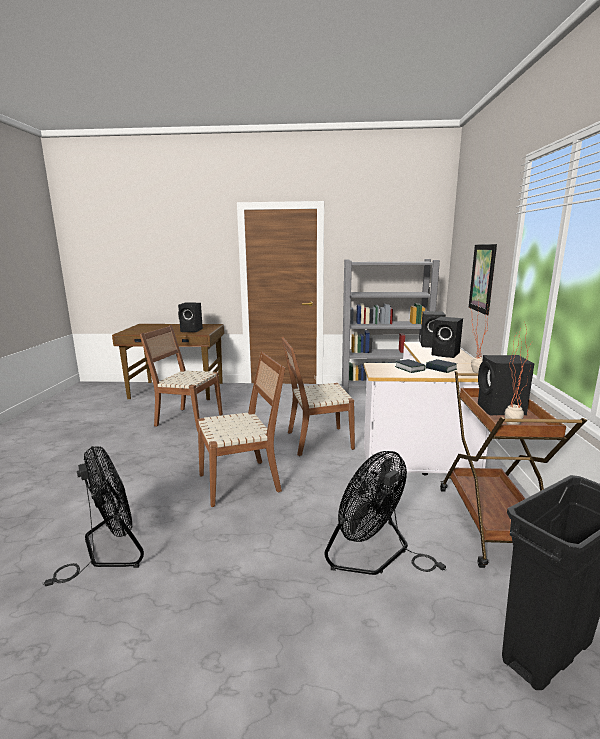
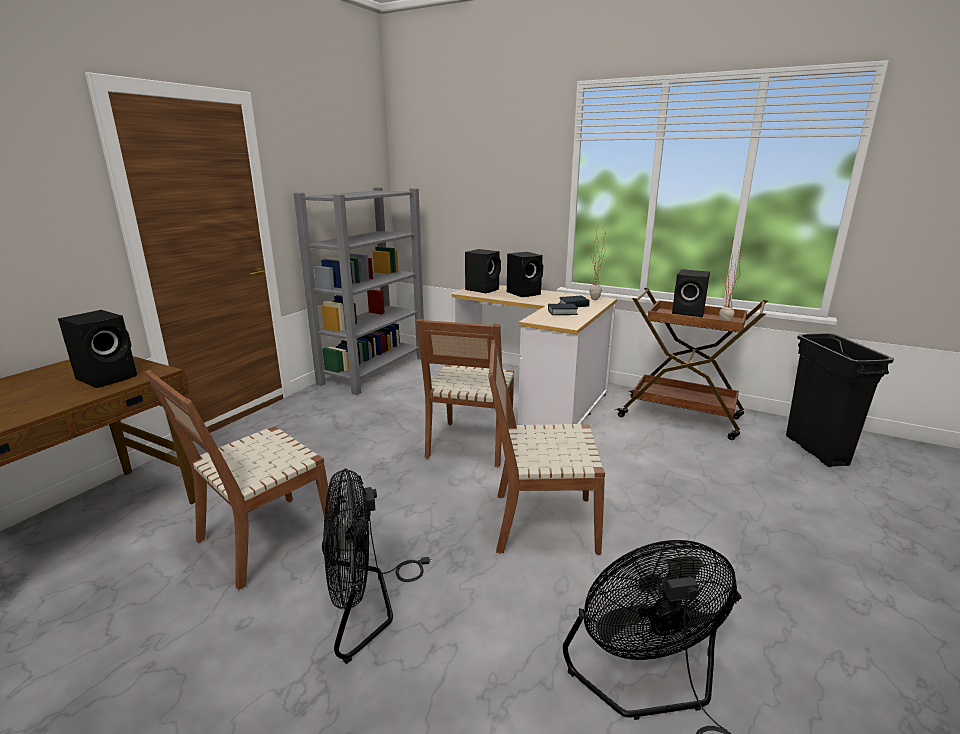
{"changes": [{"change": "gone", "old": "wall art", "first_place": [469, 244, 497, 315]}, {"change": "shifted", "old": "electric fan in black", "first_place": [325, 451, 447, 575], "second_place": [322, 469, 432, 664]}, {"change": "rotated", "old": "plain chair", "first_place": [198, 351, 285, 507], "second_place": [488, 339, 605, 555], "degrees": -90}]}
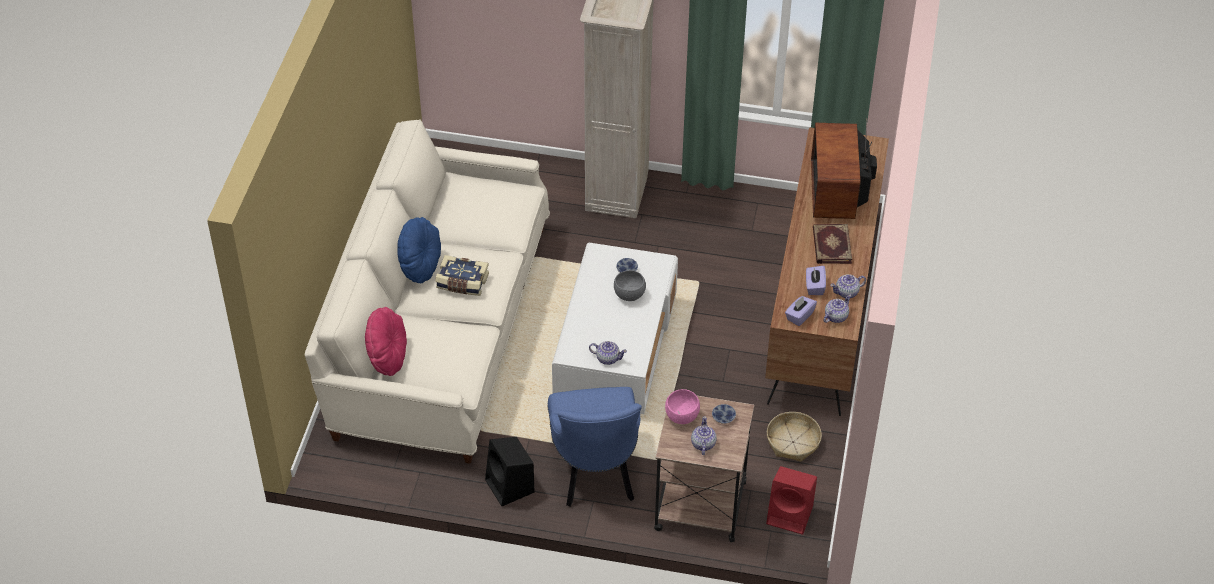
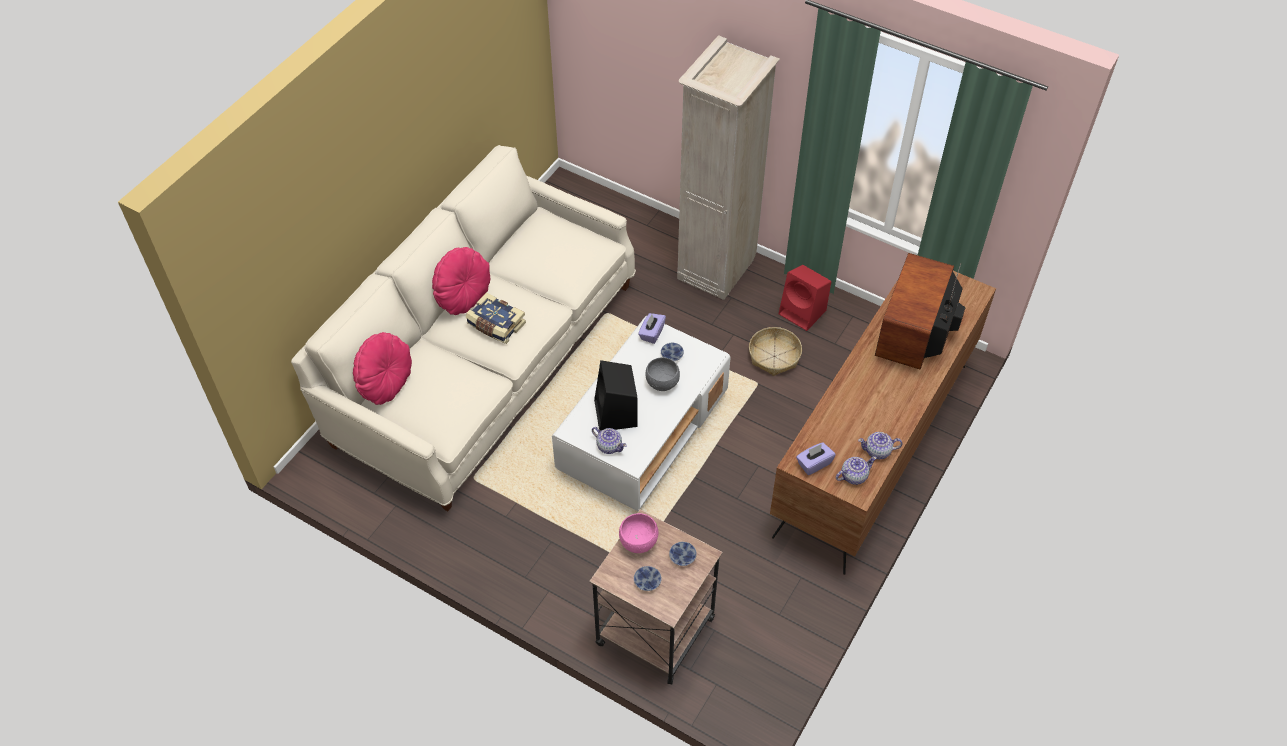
{"changes": [{"change": "gone", "old": "lounge chair in blue-coloured", "first_place": [547, 387, 642, 506]}, {"change": "gone", "old": "volume", "first_place": [813, 224, 852, 264]}, {"change": "shifted", "old": "audio speaker in black", "first_place": [485, 437, 535, 506], "second_place": [594, 360, 638, 431]}, {"change": "shifted", "old": "audio speaker in reddish", "first_place": [766, 466, 817, 535], "second_place": [779, 265, 831, 331]}, {"change": "shifted", "old": "basket", "first_place": [767, 412, 822, 462], "second_place": [749, 327, 802, 376]}, {"change": "shifted", "old": "box of tissues in purplish", "first_place": [806, 266, 826, 295], "second_place": [638, 313, 666, 344]}, {"change": "swapped", "old": "tea pot", "new": "deep dish", "first_place": [691, 416, 717, 455], "second_place": [634, 566, 662, 591]}, {"change": "repainted", "old": "throw pillow in blue-coloured", "new": "throw pillow in pink-coloured", "first_place": [397, 217, 441, 283], "second_place": [432, 247, 490, 315]}]}
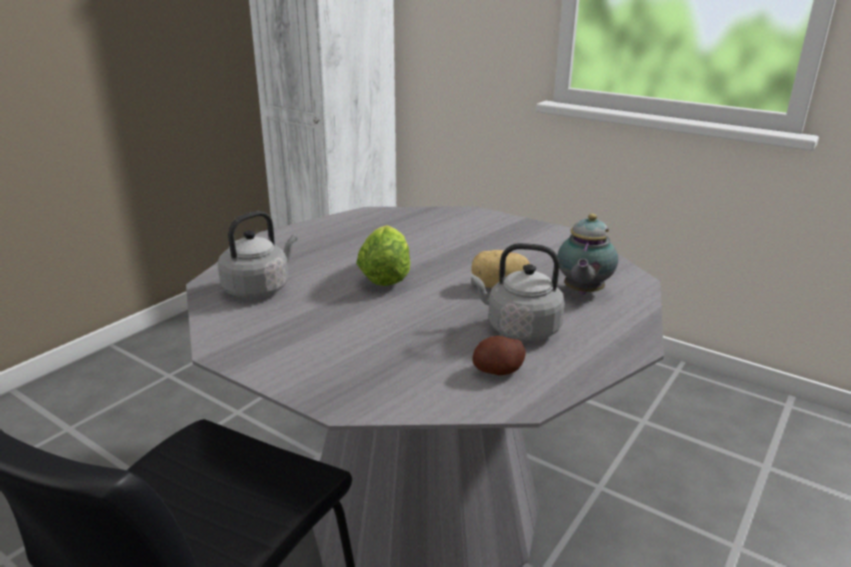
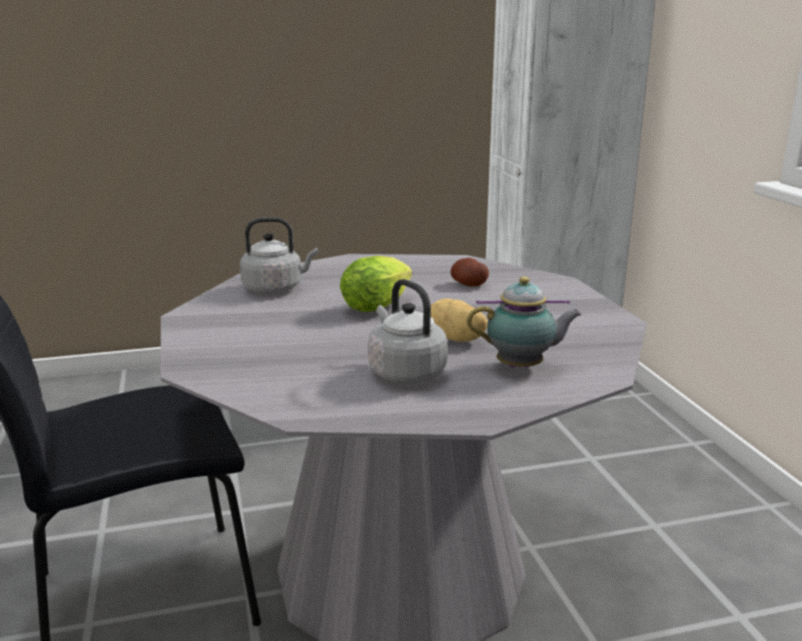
{"changes": [{"change": "shifted", "old": "spud", "first_place": [472, 336, 525, 375], "second_place": [451, 258, 489, 287]}, {"change": "rotated", "old": "tea pot", "first_place": [557, 214, 618, 295], "second_place": [467, 276, 582, 368], "degrees": -150}]}
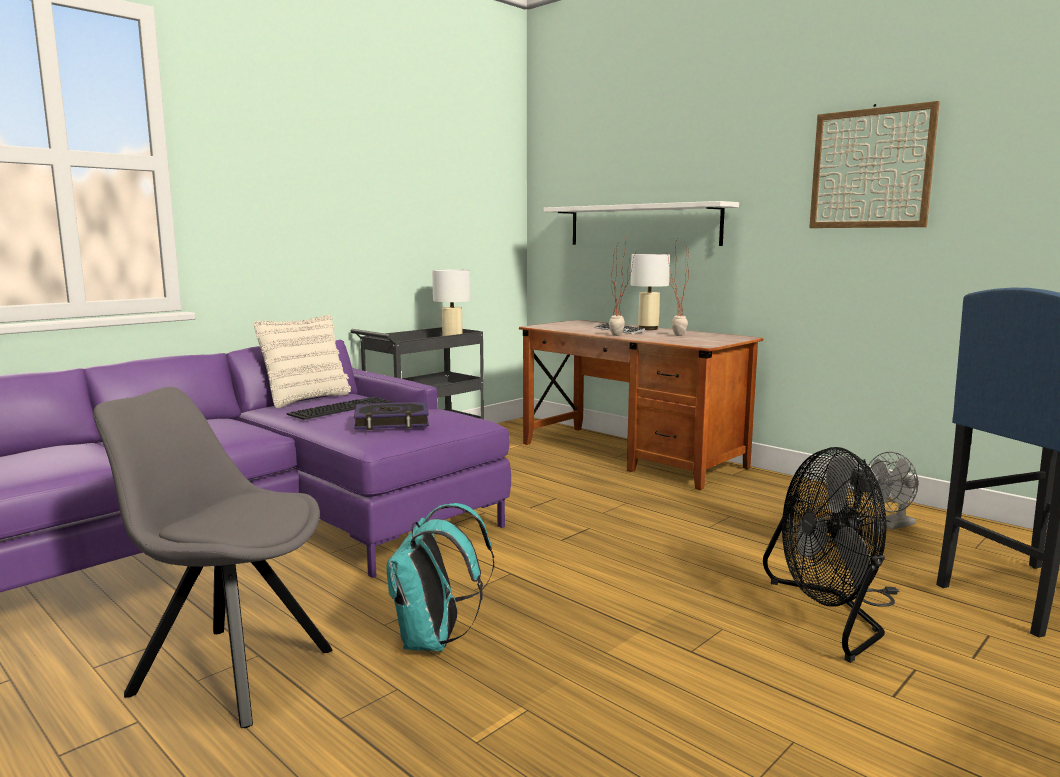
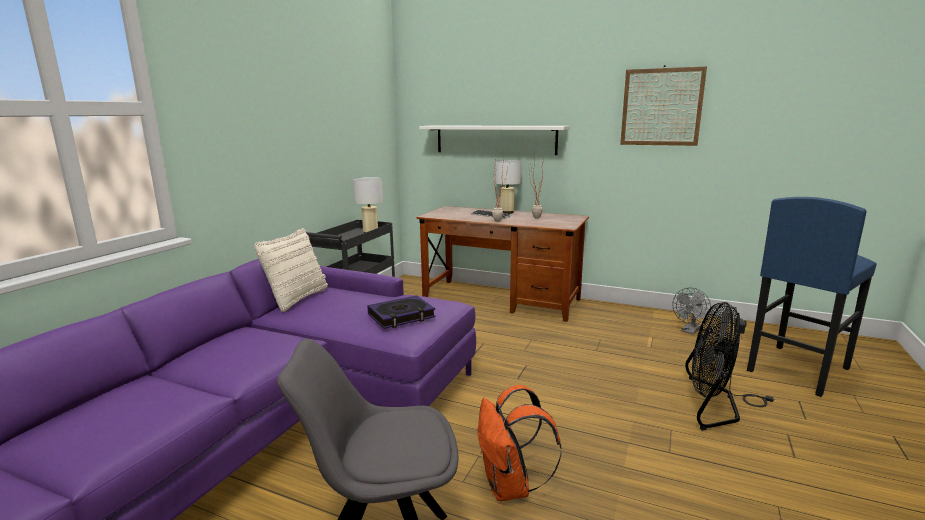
{"changes": [{"change": "gone", "old": "PC keyboard", "first_place": [286, 397, 391, 420]}, {"change": "repainted", "old": "knapsack in blue-green", "new": "knapsack in orange", "first_place": [387, 503, 494, 651], "second_place": [477, 385, 562, 501]}, {"change": "rotated", "old": "electric fan in black", "first_place": [763, 447, 900, 663], "second_place": [685, 302, 776, 431], "degrees": 45}]}
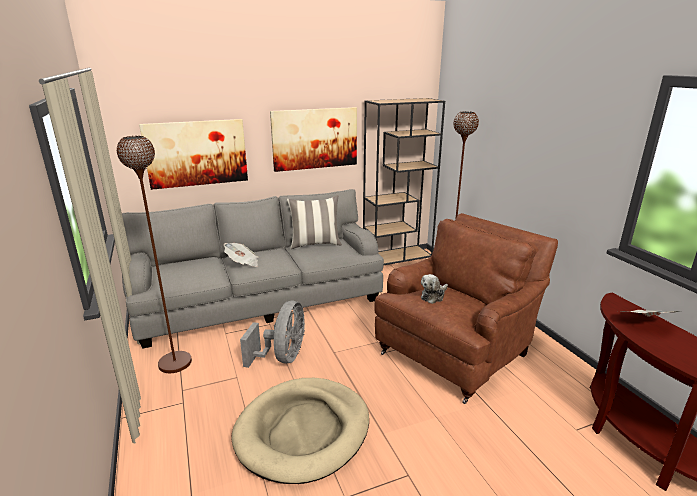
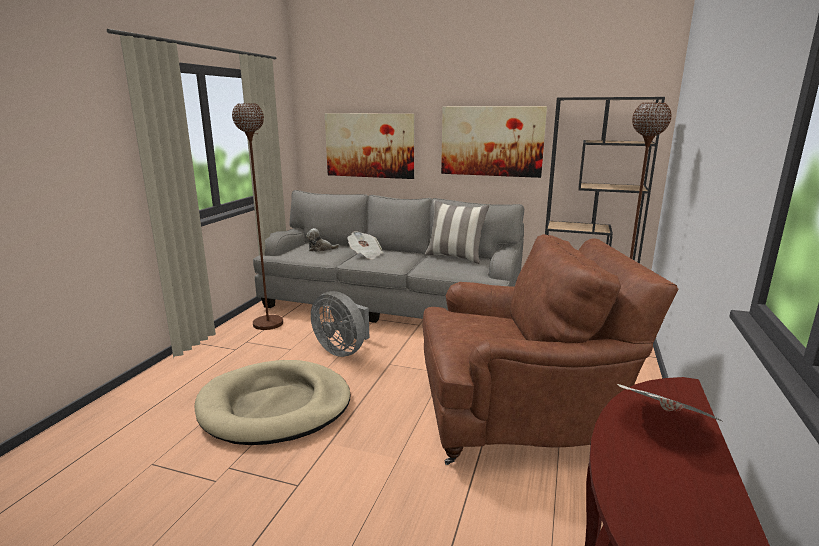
{"changes": [{"change": "shifted", "old": "plush toy", "first_place": [421, 274, 448, 304], "second_place": [306, 228, 339, 252]}, {"change": "rotated", "old": "electric fan in grey", "first_place": [240, 301, 305, 368], "second_place": [311, 291, 369, 357], "degrees": 75}]}
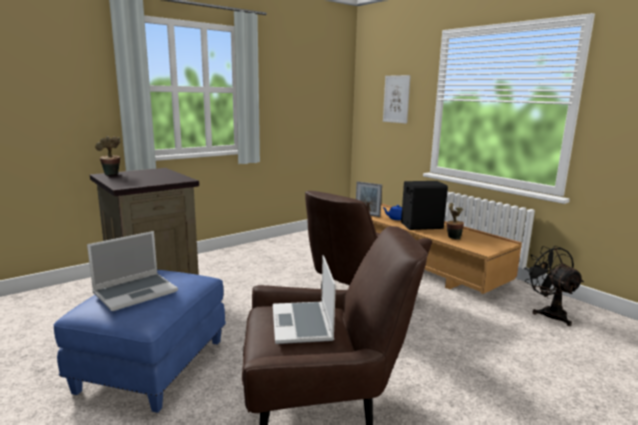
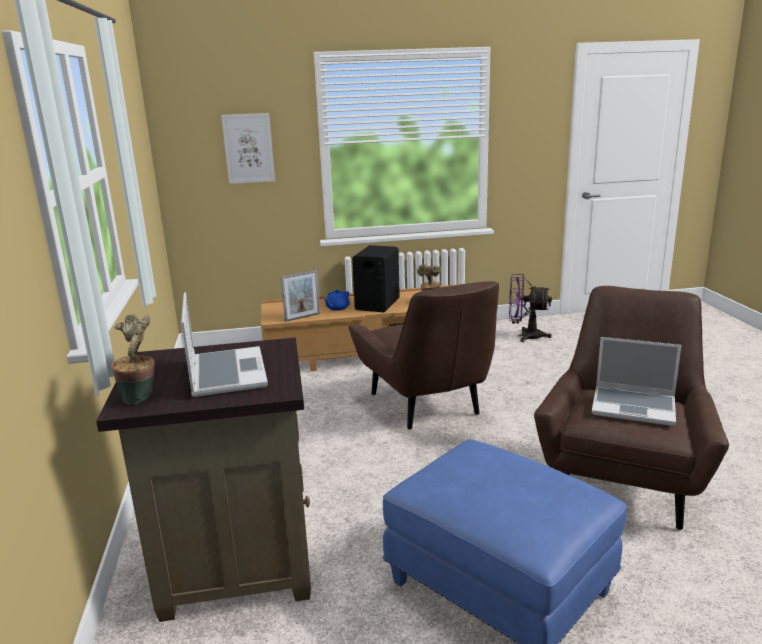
{"changes": [{"change": "shifted", "old": "notebook computer", "first_place": [87, 231, 178, 311], "second_place": [181, 292, 268, 397]}, {"change": "repainted", "old": "electric fan in black", "new": "electric fan in purplish", "first_place": [524, 246, 584, 326], "second_place": [509, 274, 552, 342]}]}
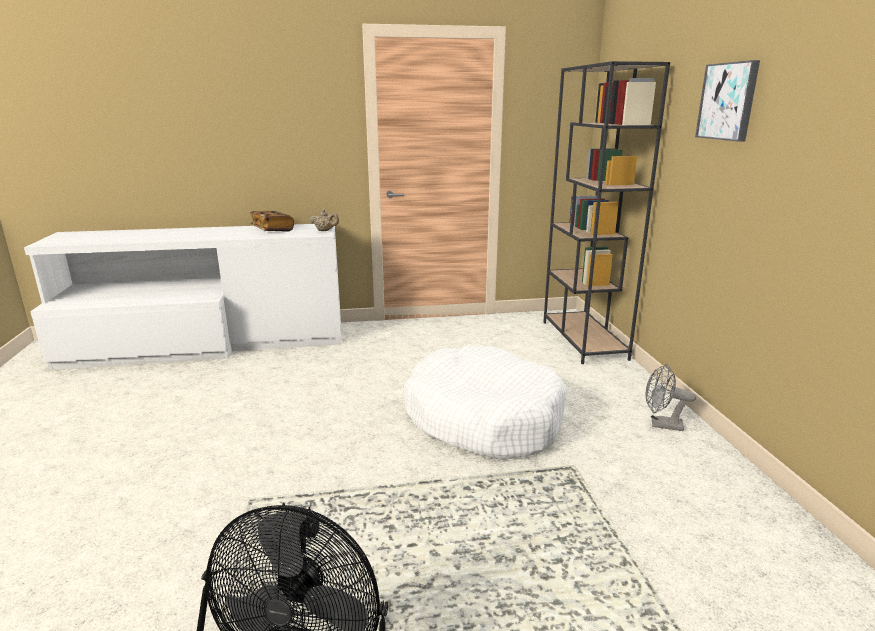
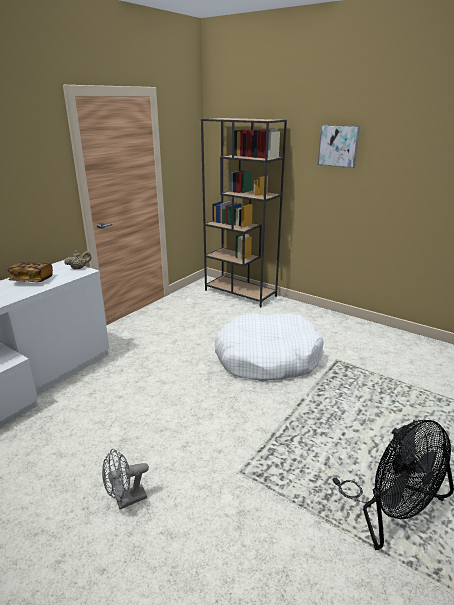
{"changes": [{"change": "shifted", "old": "electric fan in grey", "first_place": [646, 364, 696, 431], "second_place": [102, 449, 149, 509]}]}
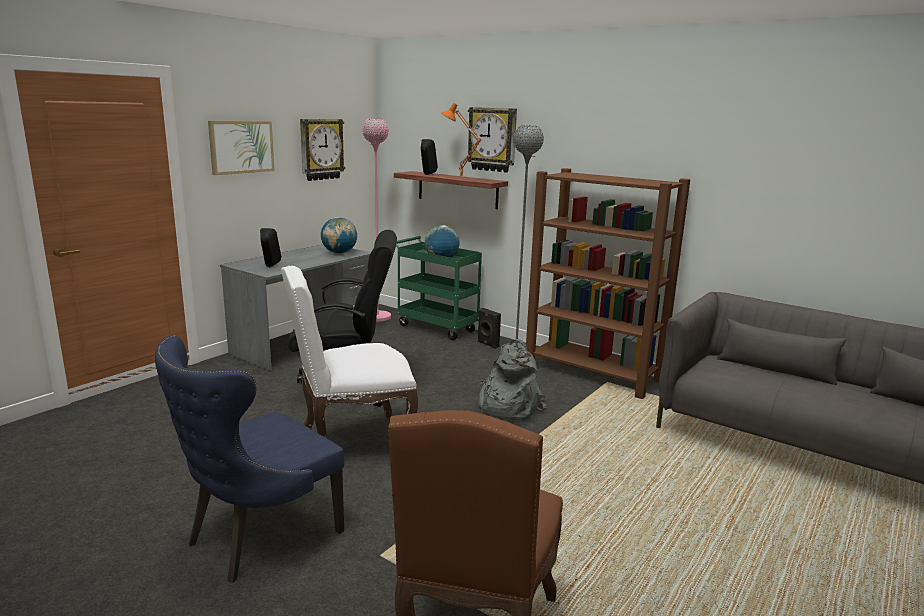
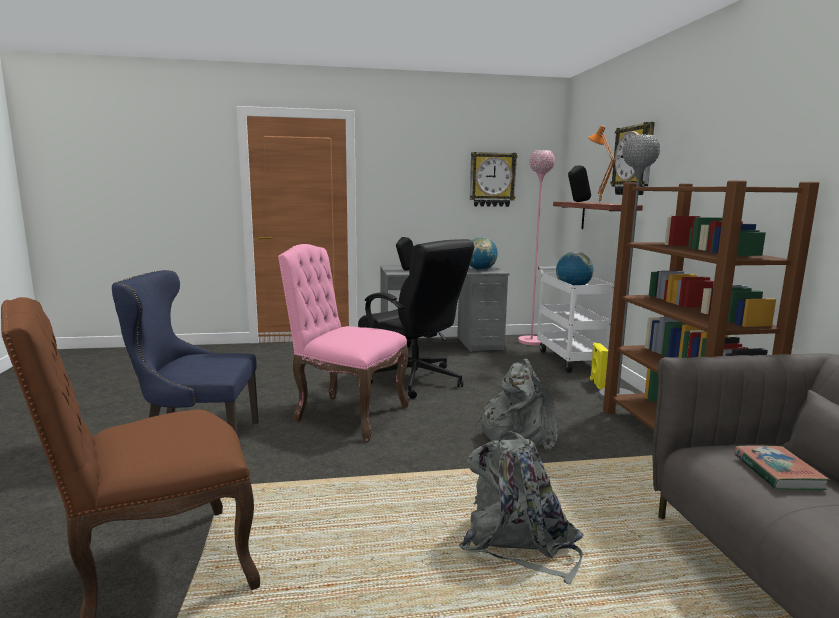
{"changes": [{"change": "gone", "old": "wall art", "first_place": [208, 121, 275, 175]}, {"change": "new", "new": "knapsack in grey", "second_place": [459, 431, 583, 584]}, {"change": "new", "new": "volume", "second_place": [734, 445, 830, 490]}, {"change": "repainted", "old": "plain chair in white", "new": "plain chair in pink-coloured", "first_place": [281, 266, 418, 438], "second_place": [278, 244, 409, 442]}, {"change": "repainted", "old": "trolley in green", "new": "trolley in white", "first_place": [396, 236, 482, 340], "second_place": [537, 267, 614, 373]}, {"change": "repainted", "old": "audio speaker in black", "new": "audio speaker in yellow-coloured", "first_place": [477, 308, 501, 349], "second_place": [590, 343, 608, 389]}]}
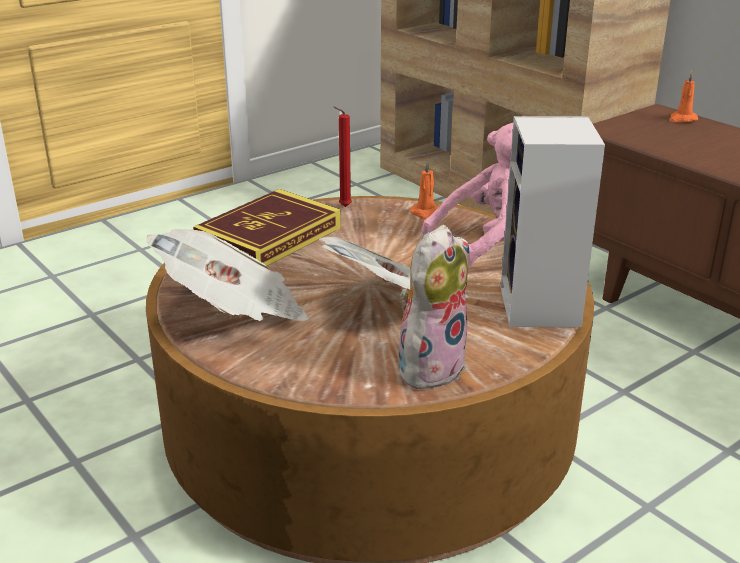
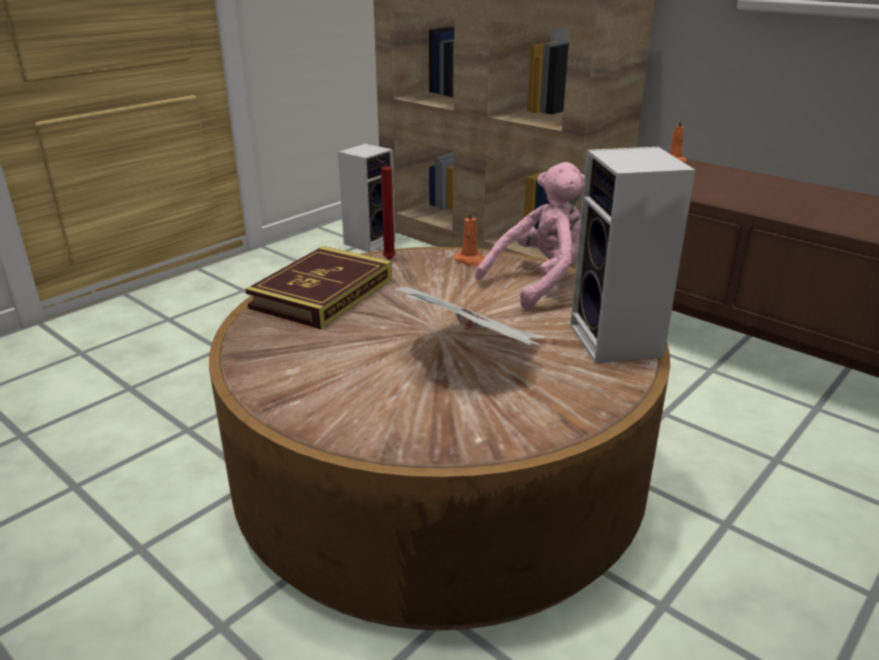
{"changes": [{"change": "gone", "old": "daily paper", "first_place": [146, 229, 309, 321]}, {"change": "gone", "old": "plush toy", "first_place": [399, 225, 470, 389]}, {"change": "new", "new": "audio speaker", "second_place": [338, 143, 395, 252]}]}
